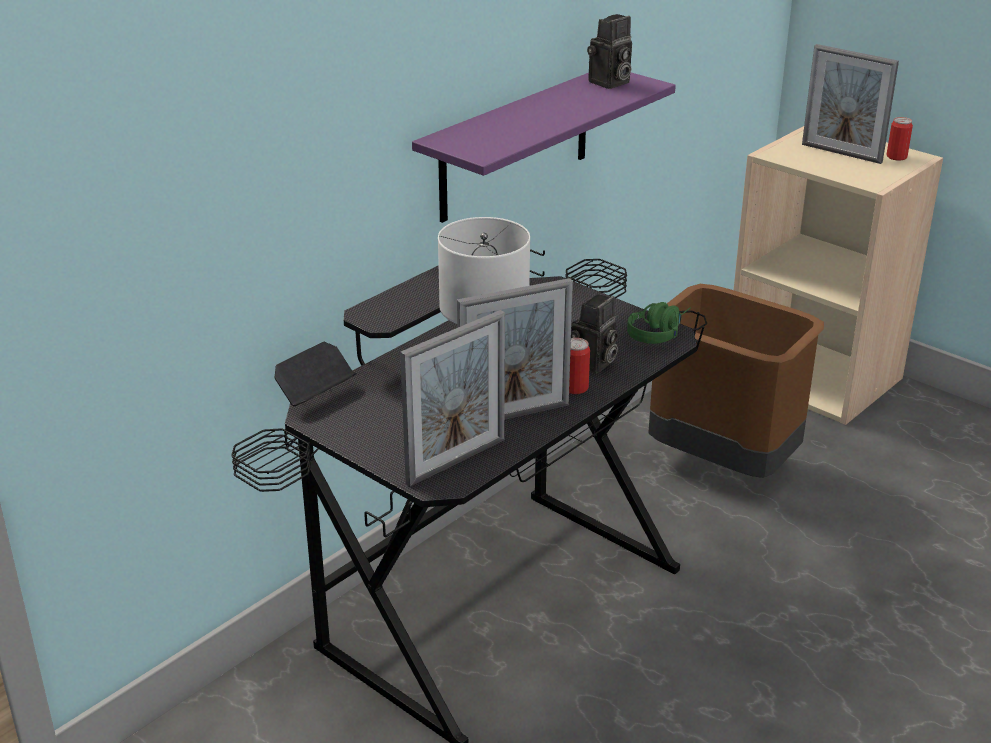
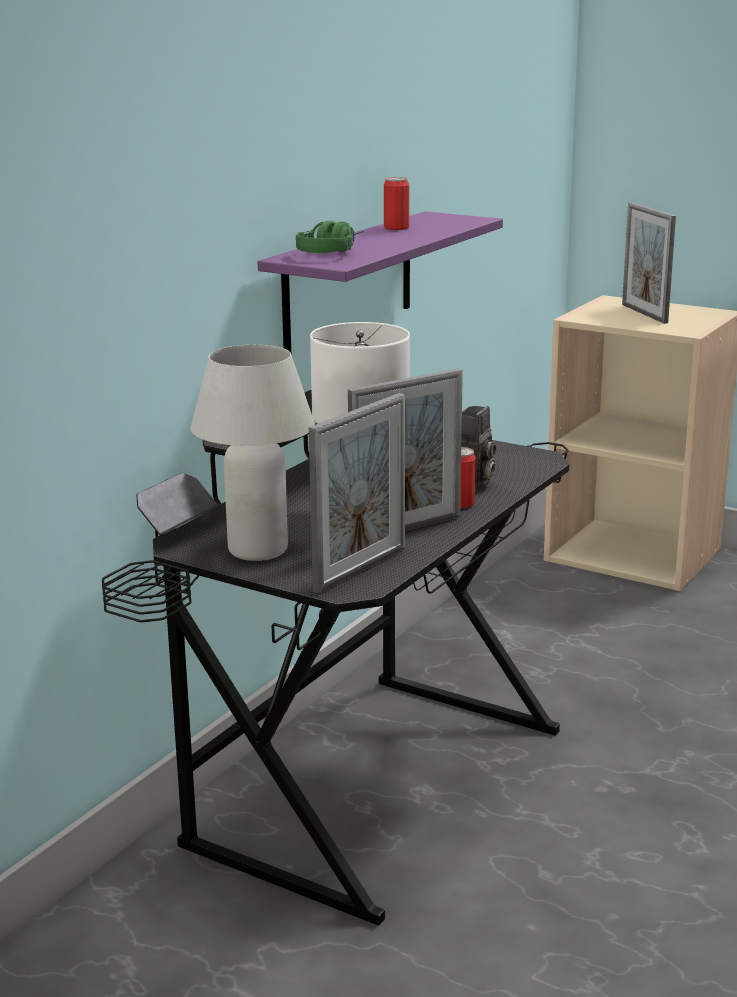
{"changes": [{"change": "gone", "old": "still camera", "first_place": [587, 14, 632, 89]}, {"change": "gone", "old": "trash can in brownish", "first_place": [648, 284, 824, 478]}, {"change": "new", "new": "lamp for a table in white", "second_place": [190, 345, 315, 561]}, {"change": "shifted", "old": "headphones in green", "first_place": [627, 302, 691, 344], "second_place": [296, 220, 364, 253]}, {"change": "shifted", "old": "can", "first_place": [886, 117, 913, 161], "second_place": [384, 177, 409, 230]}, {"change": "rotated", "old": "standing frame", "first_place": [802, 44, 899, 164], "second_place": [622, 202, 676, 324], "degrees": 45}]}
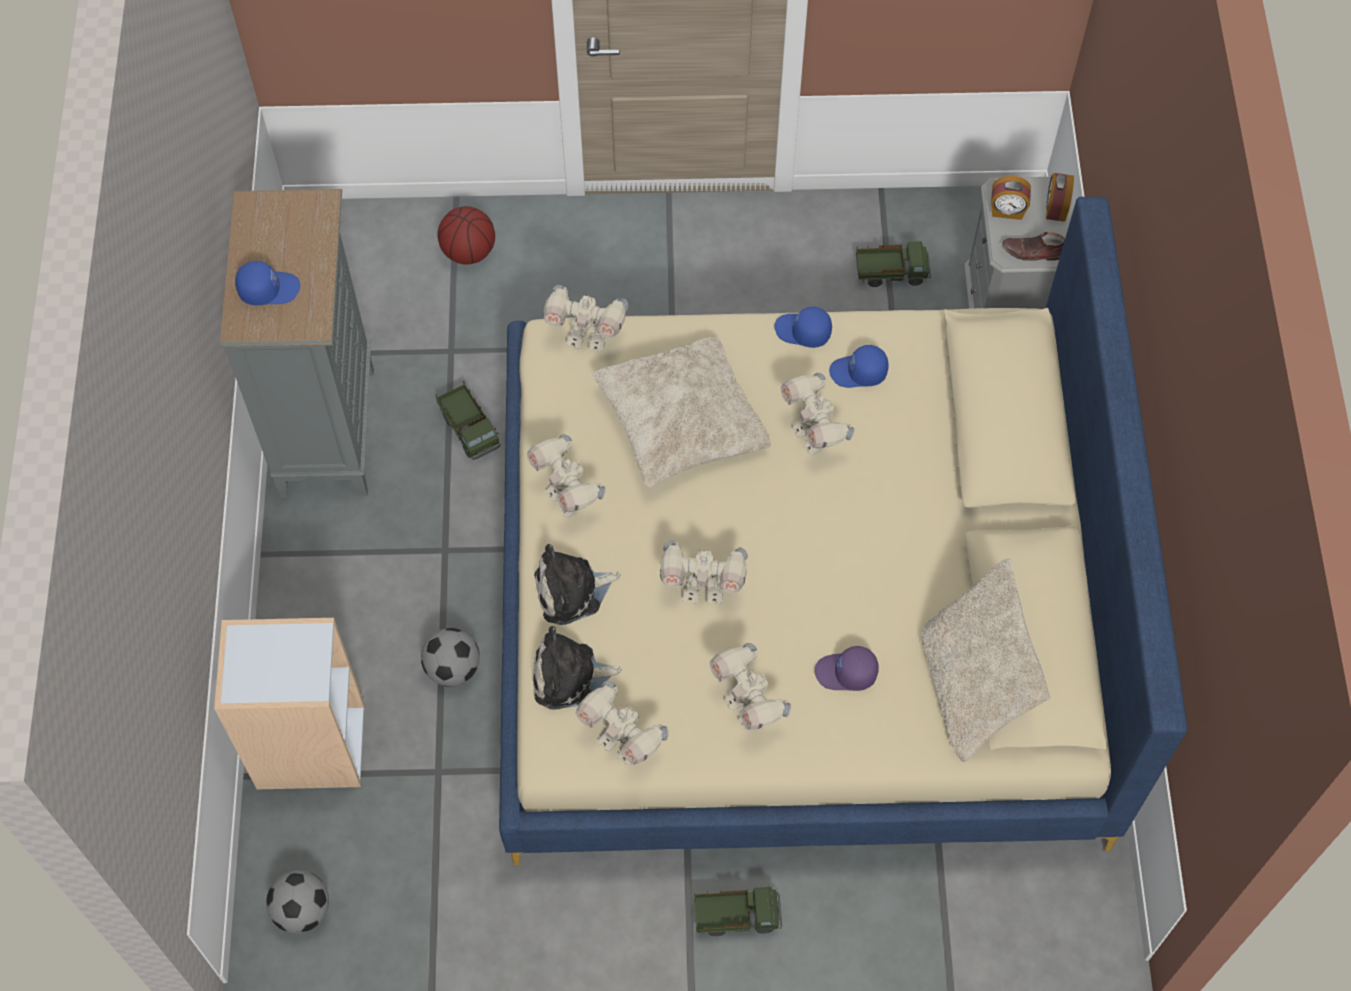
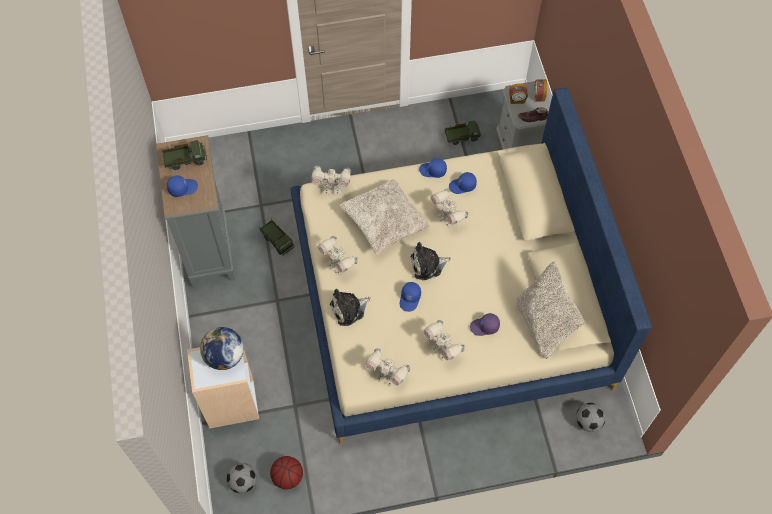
{"changes": [{"change": "new", "new": "world globe", "second_place": [200, 327, 244, 370]}, {"change": "shifted", "old": "ball for football", "first_place": [421, 628, 480, 687], "second_place": [576, 403, 606, 432]}, {"change": "shifted", "old": "basketball ball", "first_place": [437, 206, 495, 265], "second_place": [270, 456, 303, 489]}, {"change": "shifted", "old": "plush toy", "first_place": [533, 626, 622, 710], "second_place": [411, 242, 451, 280]}, {"change": "shifted", "old": "toy lorry", "first_place": [694, 886, 782, 936], "second_place": [161, 140, 207, 170]}, {"change": "swapped", "old": "toy robot", "new": "cap in blue-coloured", "first_place": [660, 540, 748, 604], "second_place": [400, 282, 421, 312]}]}
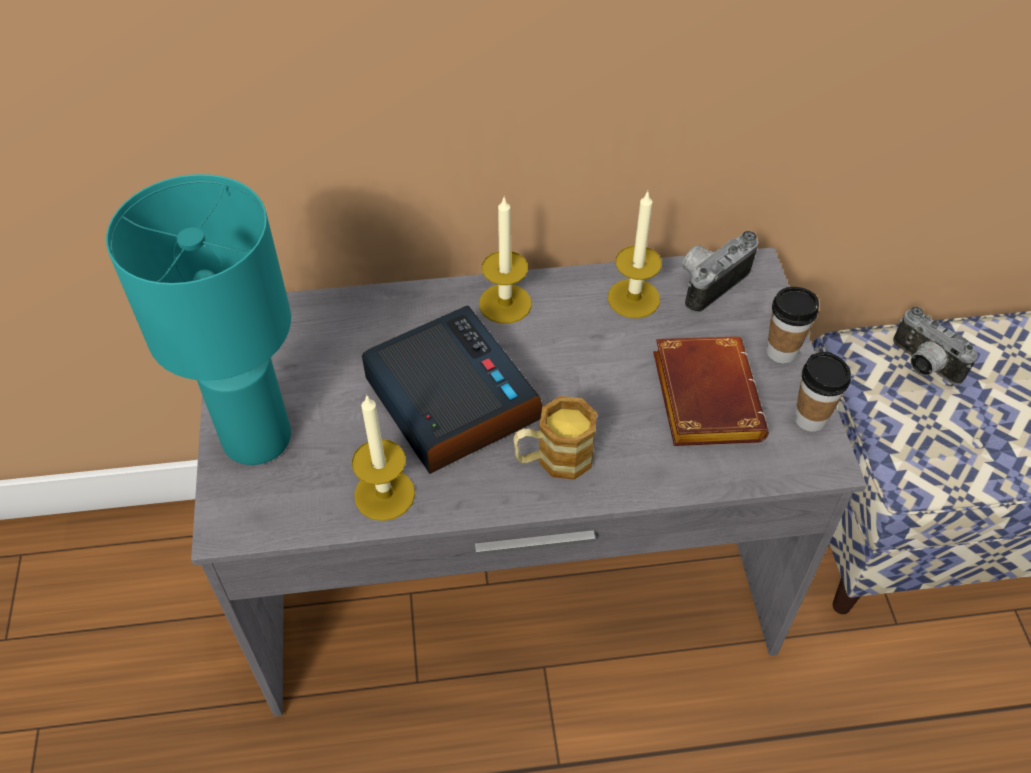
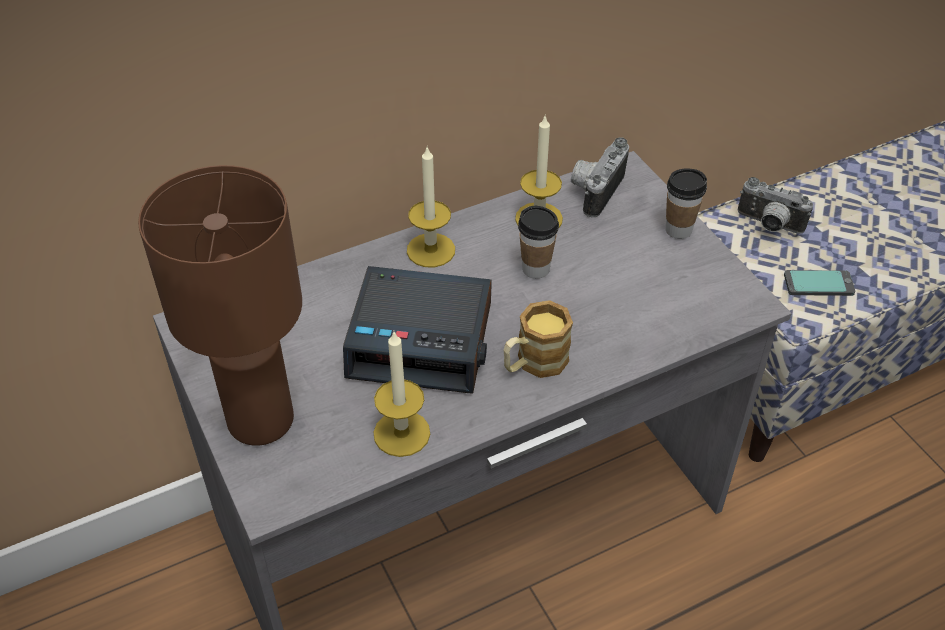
{"changes": [{"change": "gone", "old": "volume in brownish", "first_place": [653, 337, 769, 446]}, {"change": "new", "new": "telephone", "second_place": [784, 270, 855, 296]}, {"change": "shifted", "old": "drinking cup", "first_place": [794, 352, 851, 432], "second_place": [518, 206, 559, 279]}, {"change": "repainted", "old": "lamp for a table in blue-green", "new": "lamp for a table in brownish", "first_place": [106, 174, 291, 465], "second_place": [138, 165, 302, 446]}, {"change": "rotated", "old": "bedside clock", "first_place": [362, 306, 543, 474], "second_place": [343, 266, 492, 393], "degrees": 150}]}
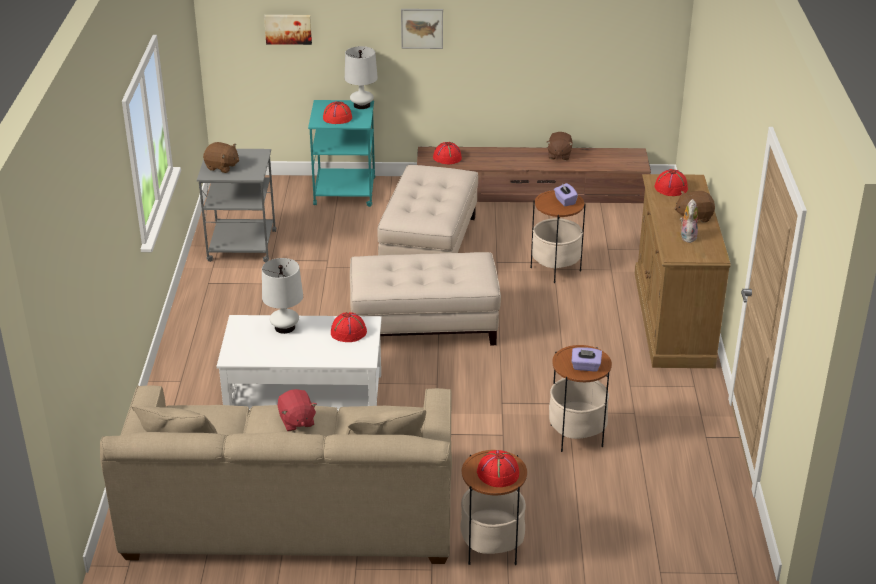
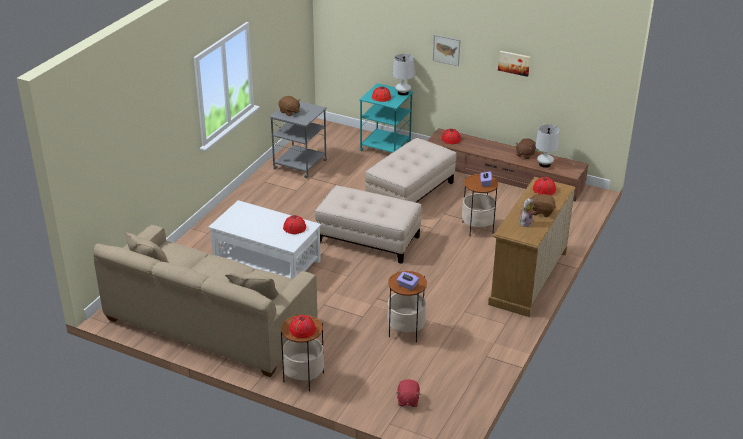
{"changes": [{"change": "shifted", "old": "lamp for a table in white", "first_place": [262, 258, 303, 334], "second_place": [535, 124, 559, 168]}, {"change": "shifted", "old": "wall art", "first_place": [264, 15, 312, 45], "second_place": [498, 51, 530, 77]}, {"change": "shifted", "old": "plush toy in reddish", "first_place": [277, 389, 317, 431], "second_place": [396, 379, 420, 407]}]}
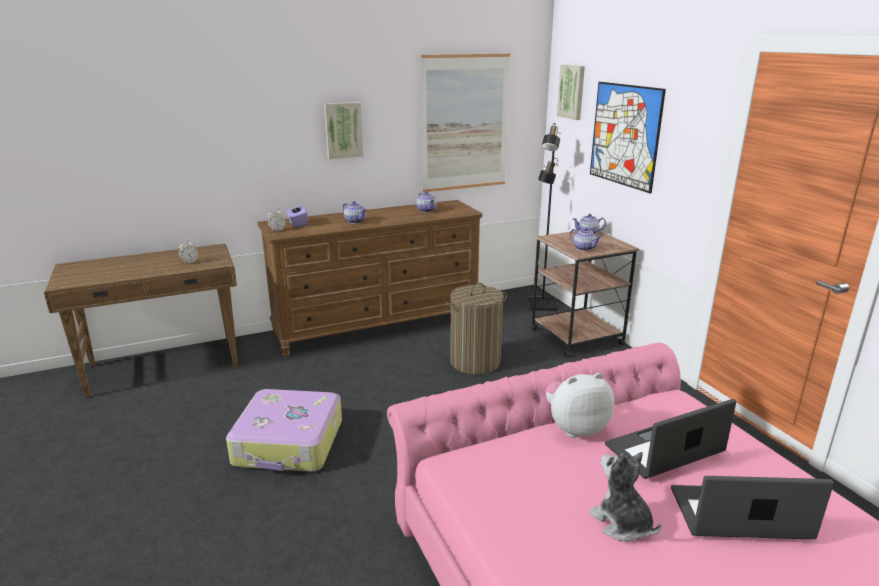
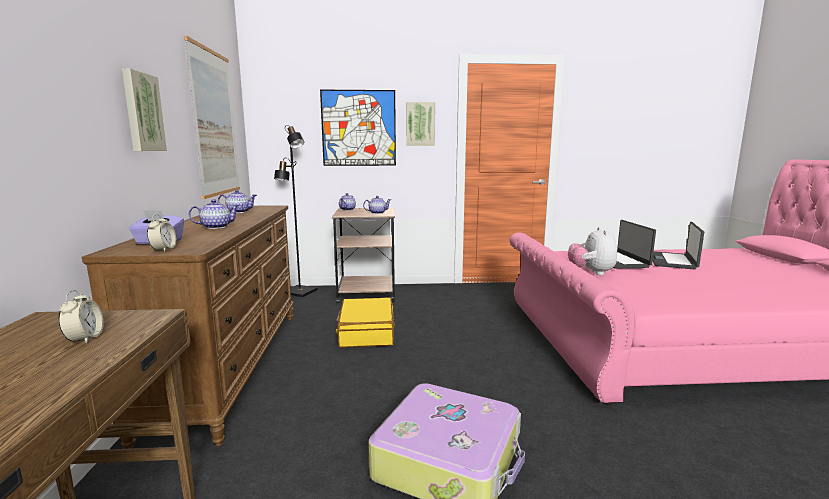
{"changes": [{"change": "gone", "old": "plush toy", "first_place": [589, 452, 662, 542]}, {"change": "shifted", "old": "wall art", "first_place": [557, 65, 585, 120], "second_place": [406, 102, 435, 146]}, {"change": "swapped", "old": "laundry basket", "new": "travel case in yellow-coloured", "first_place": [446, 283, 507, 375], "second_place": [336, 298, 395, 348]}]}
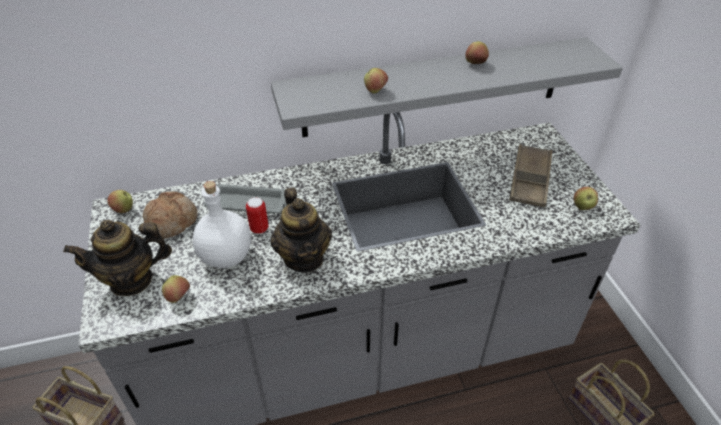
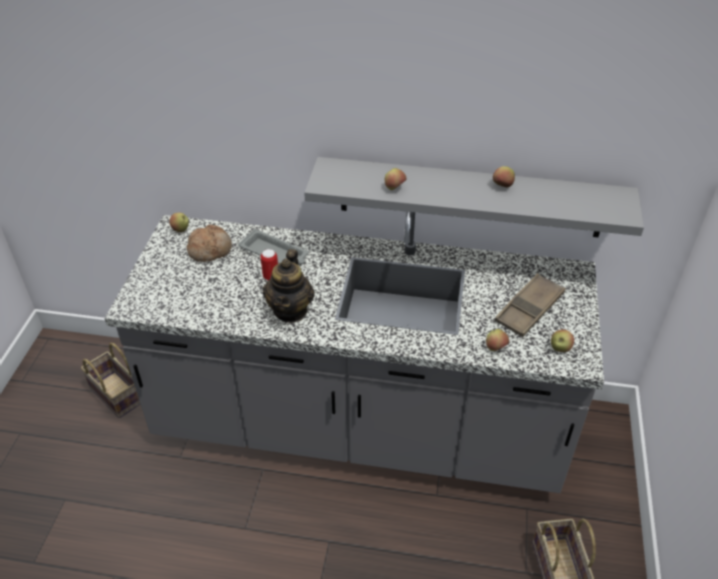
{"changes": [{"change": "gone", "old": "tea pot", "first_place": [63, 220, 172, 296]}, {"change": "gone", "old": "drink bottle in white", "first_place": [193, 181, 251, 268]}, {"change": "shifted", "old": "apple fruit", "first_place": [162, 275, 190, 303], "second_place": [486, 329, 509, 351]}]}
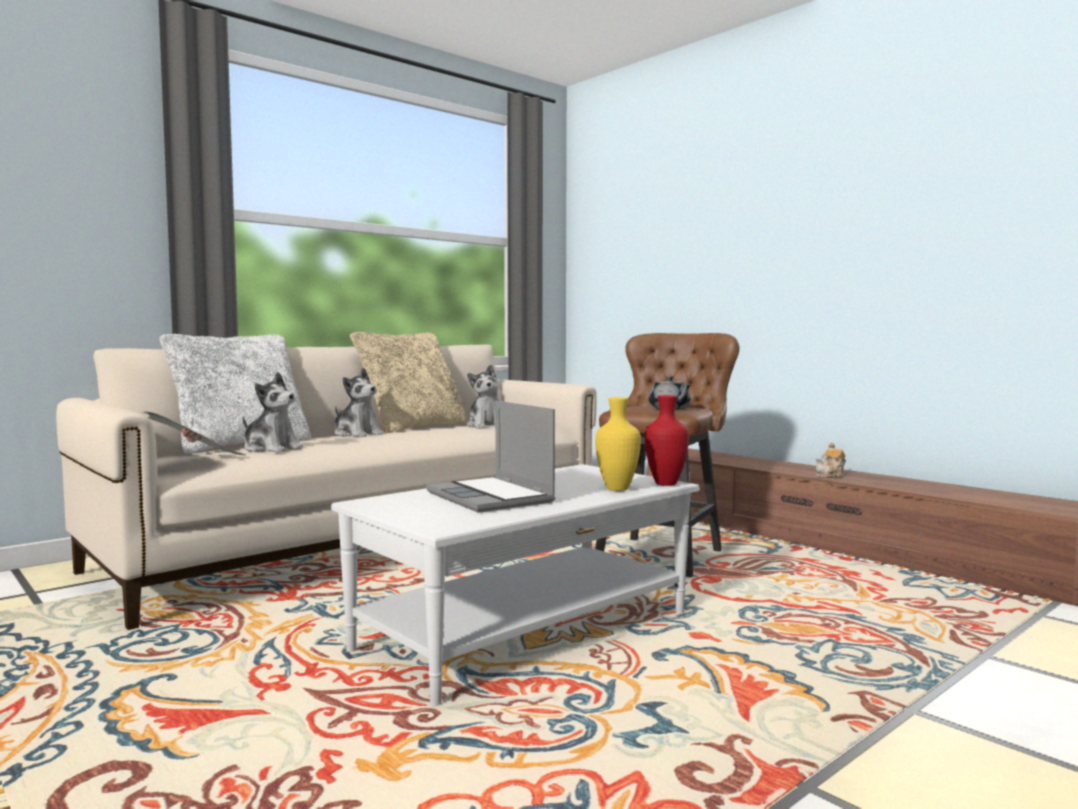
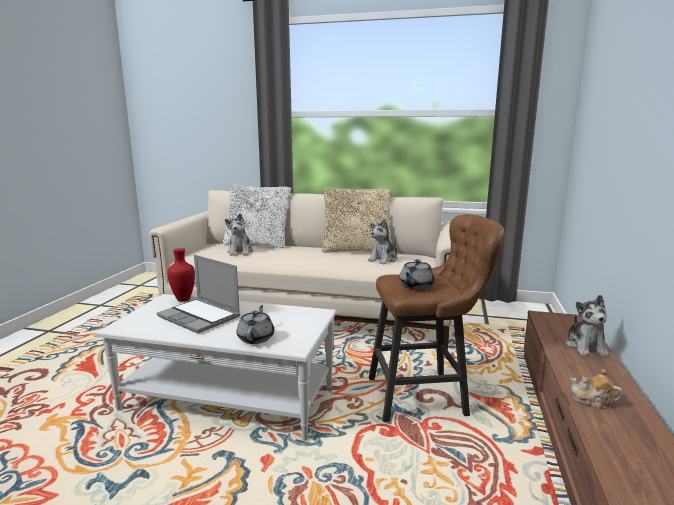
{"changes": [{"change": "gone", "old": "daily paper", "first_place": [143, 412, 246, 455]}, {"change": "shifted", "old": "plush toy", "first_place": [335, 367, 384, 437], "second_place": [565, 295, 609, 357]}, {"change": "shifted", "old": "flower vase in reddish", "first_place": [645, 395, 689, 486], "second_place": [167, 248, 195, 302]}, {"change": "swapped", "old": "flower vase in yellow-coloured", "new": "tea pot in grey", "first_place": [595, 397, 641, 491], "second_place": [237, 305, 274, 344]}, {"change": "rotated", "old": "notebook computer", "first_place": [426, 401, 555, 513], "second_place": [157, 255, 240, 333], "degrees": -75}]}
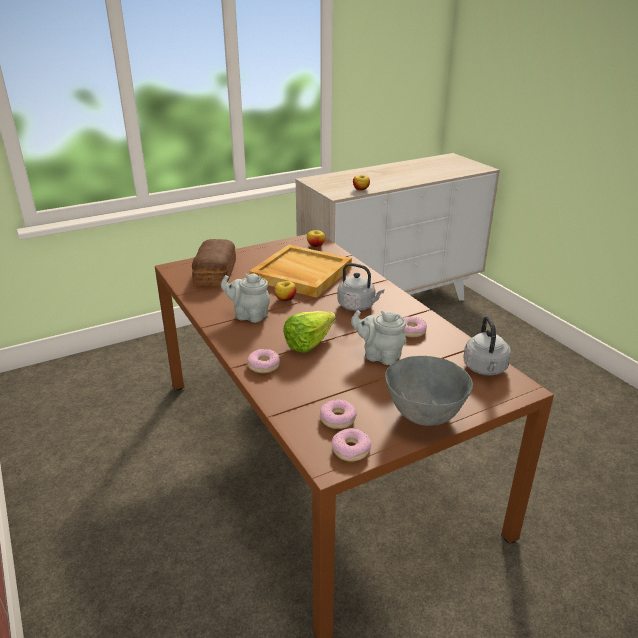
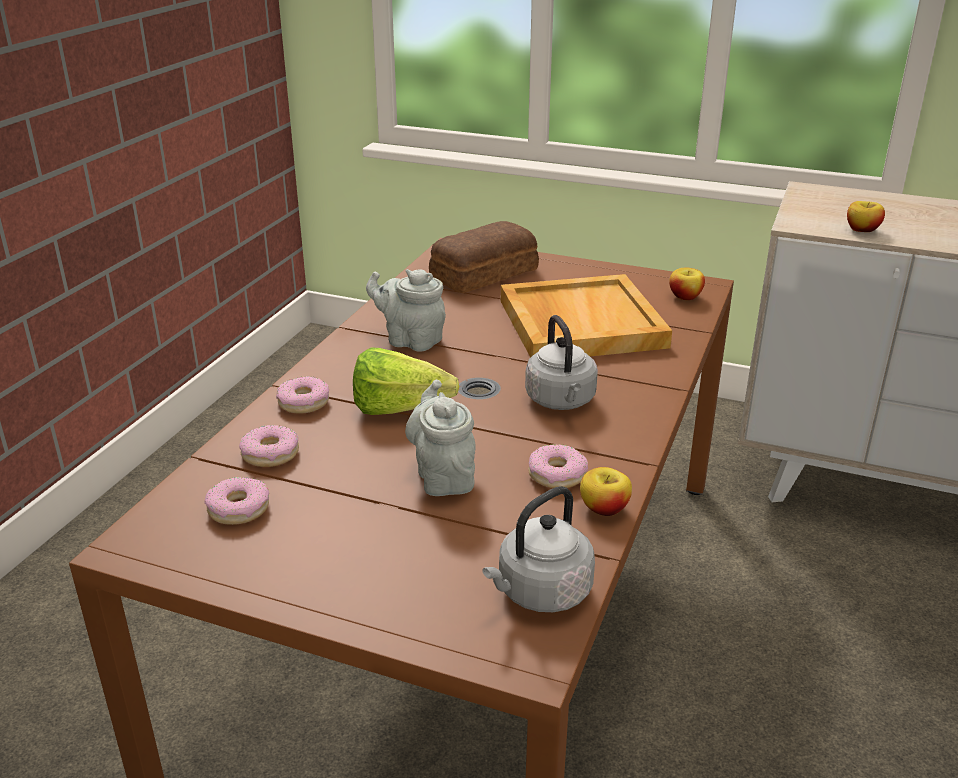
{"changes": [{"change": "gone", "old": "deep dish in grey", "first_place": [385, 356, 473, 426]}, {"change": "shifted", "old": "apple fruit", "first_place": [274, 281, 296, 301], "second_place": [580, 467, 632, 516]}, {"change": "shifted", "old": "donut", "first_place": [332, 428, 371, 462], "second_place": [239, 425, 299, 467]}, {"change": "rotated", "old": "tea pot in grey", "first_place": [221, 274, 270, 323], "second_place": [366, 269, 446, 352], "degrees": -45}]}
